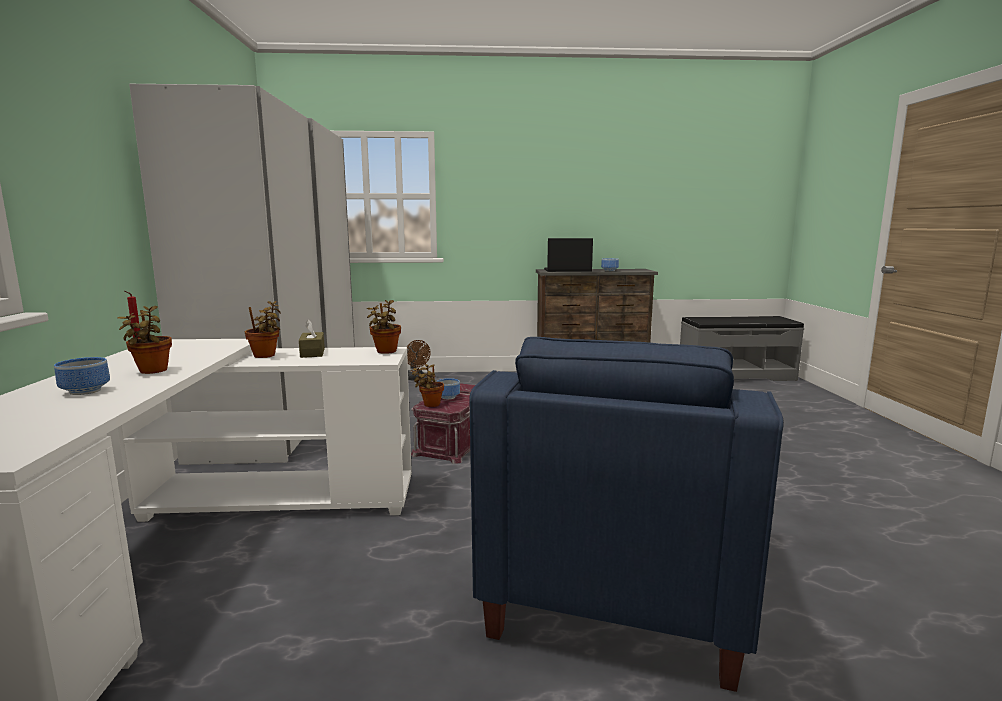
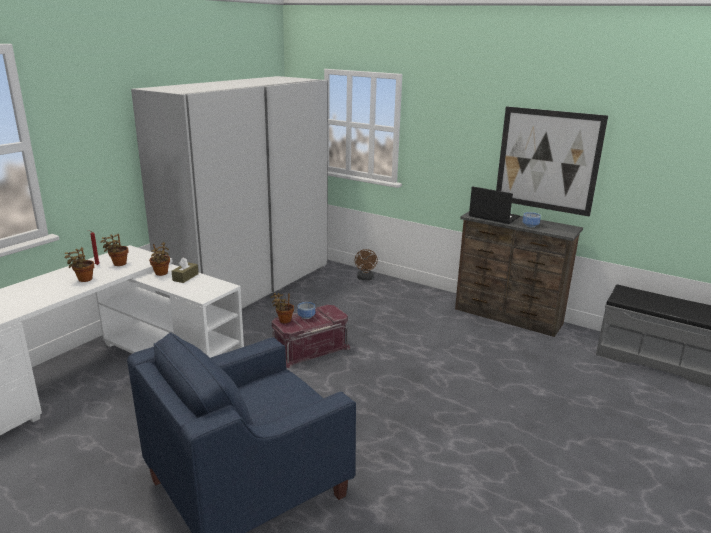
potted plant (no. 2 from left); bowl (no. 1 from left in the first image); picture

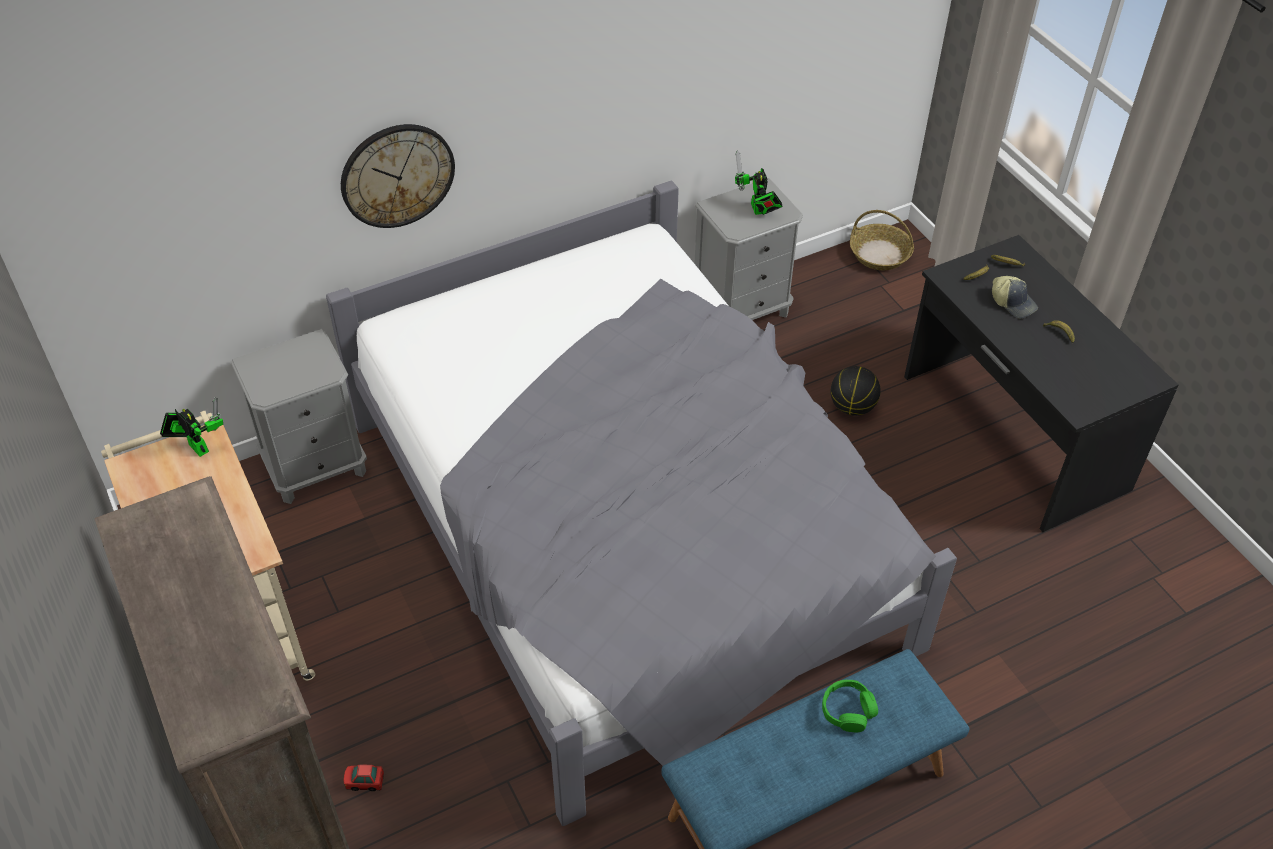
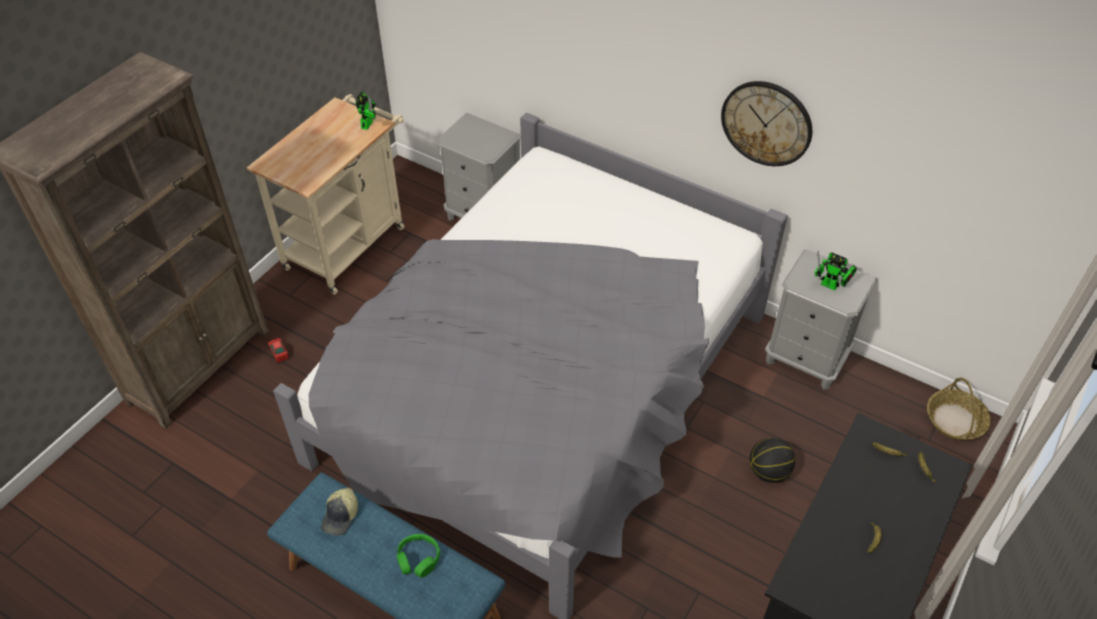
wall clock; toy robot (no. 2 from left); cap

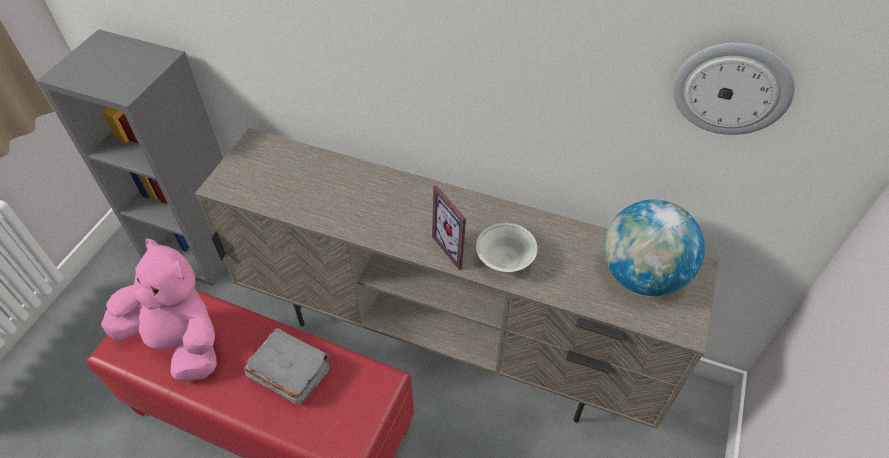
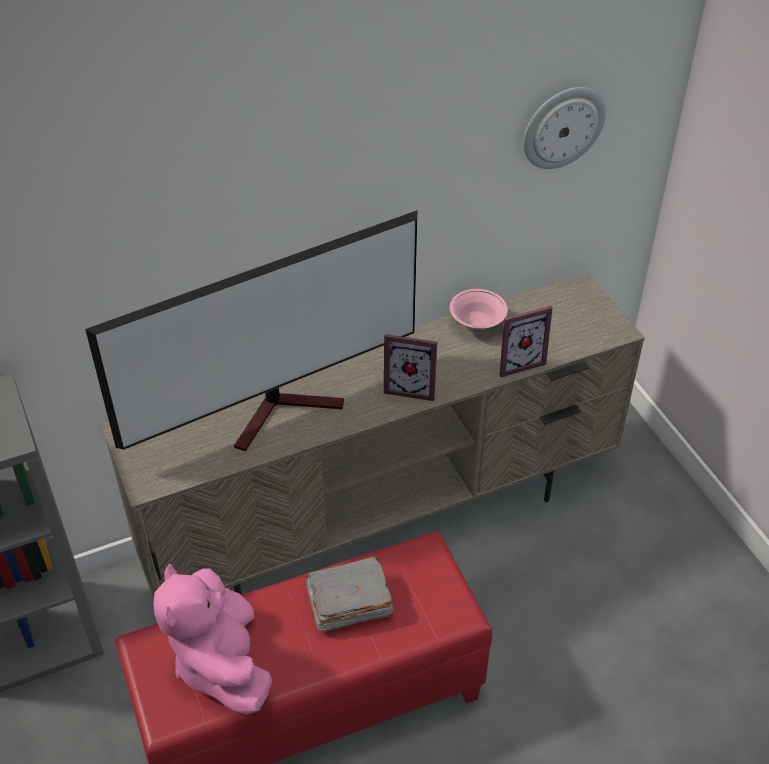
globe; bowl (white); plush toy (pink); television; bowl (pink); picture frame (no. 2 from left)

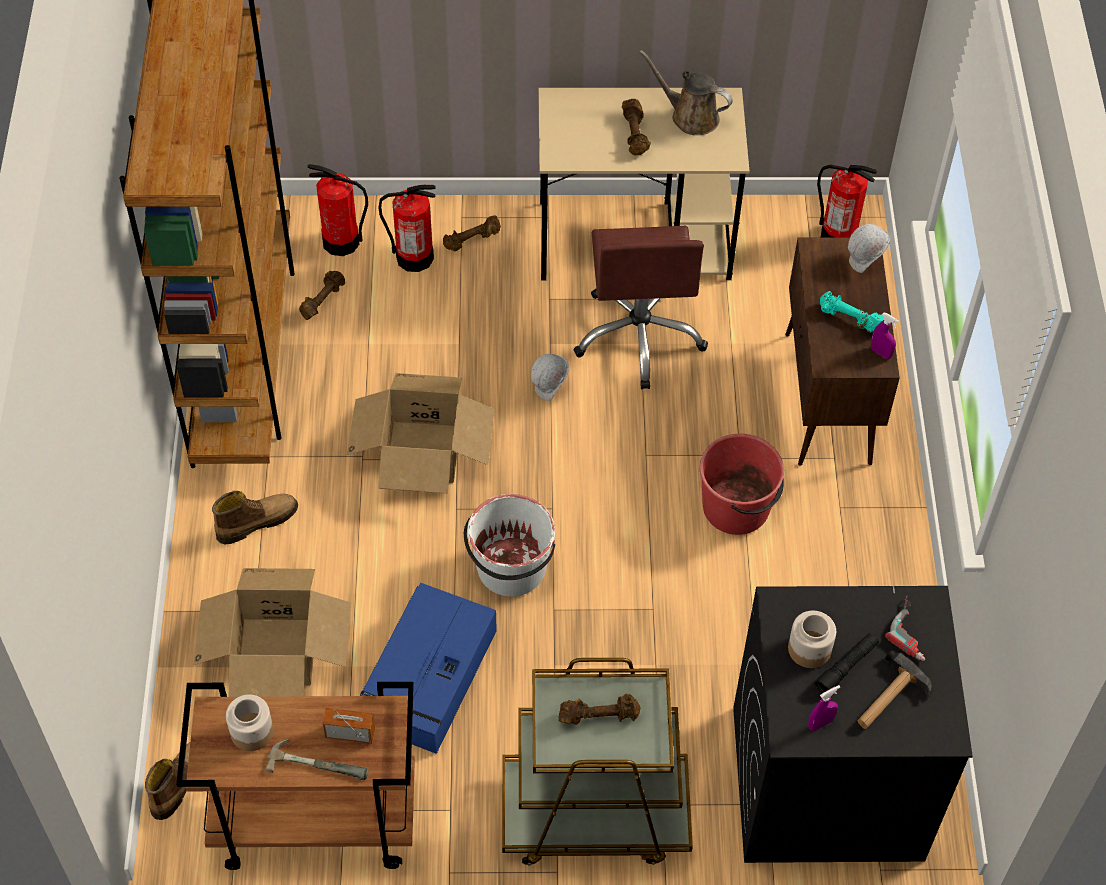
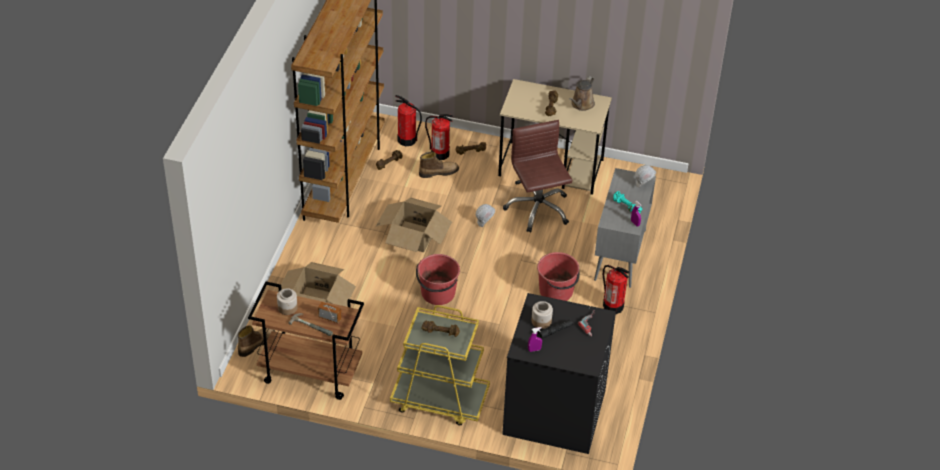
watering can (brown); fire extinguisher (no. 3 from left); office chair (brown); cabinet (grey); boot (no. 2 from left); bucket (red) (no. 1 from left); storage box (blue); hammer (no. 2 from left in the first image); cart (yellow)

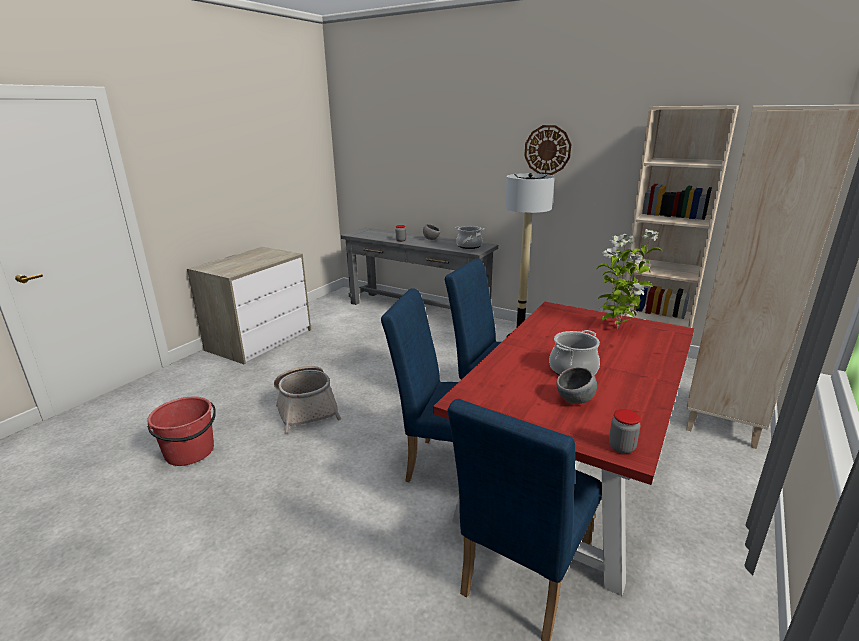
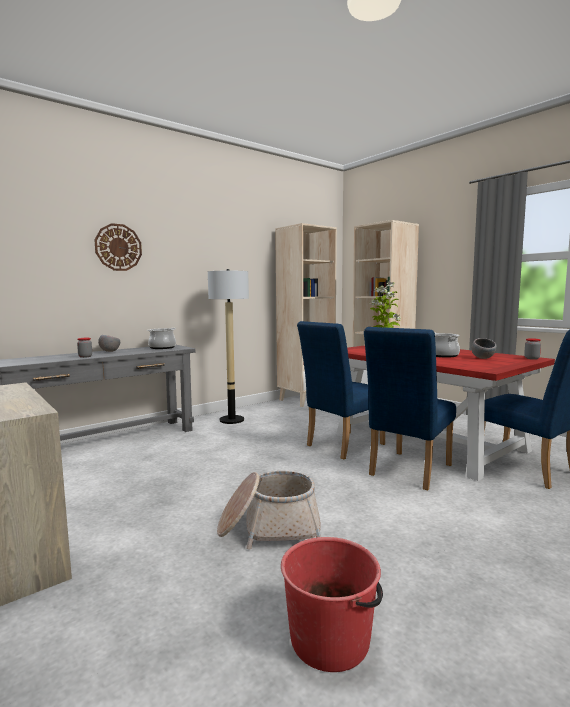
wall clock

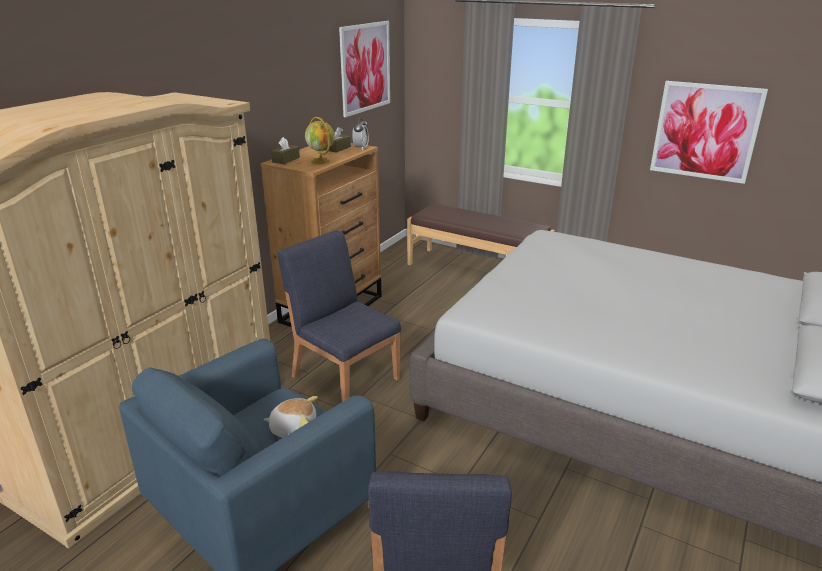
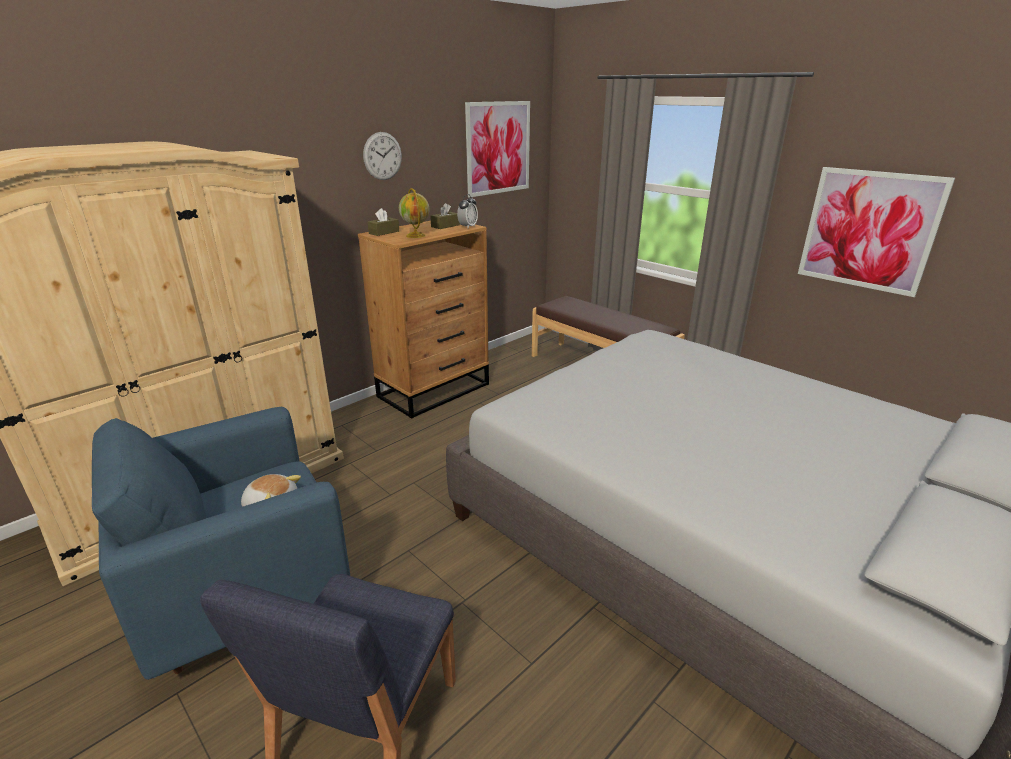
chair (blue) (no. 1 from left in the first image); wall clock

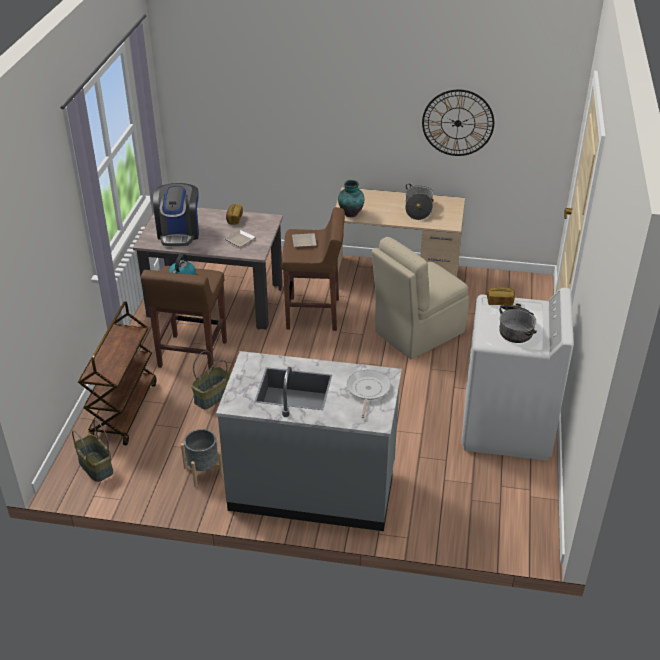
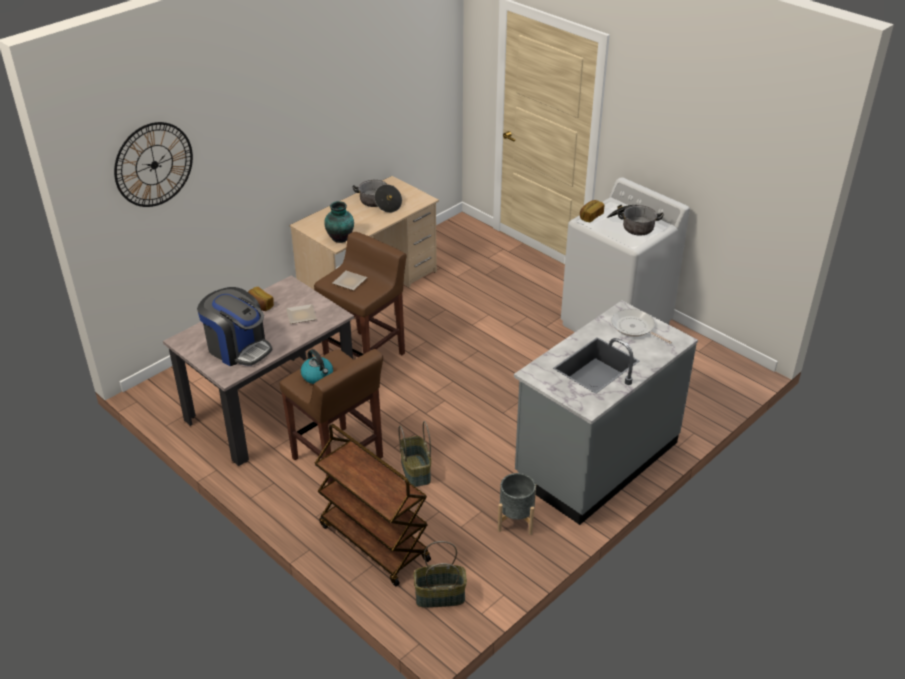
wall clock; chair (beige)

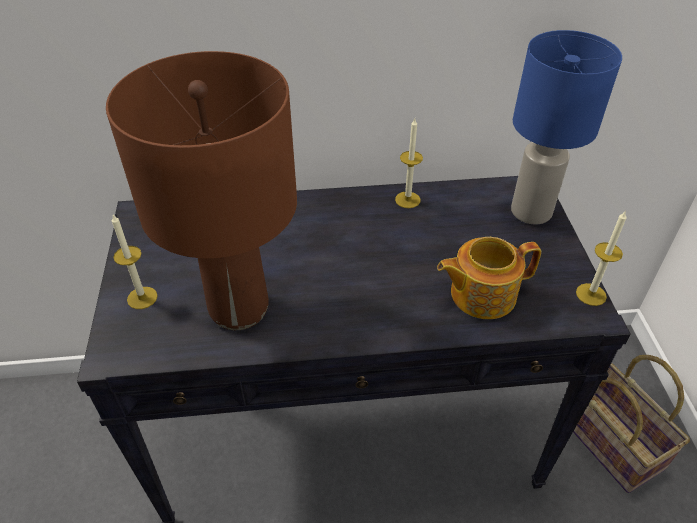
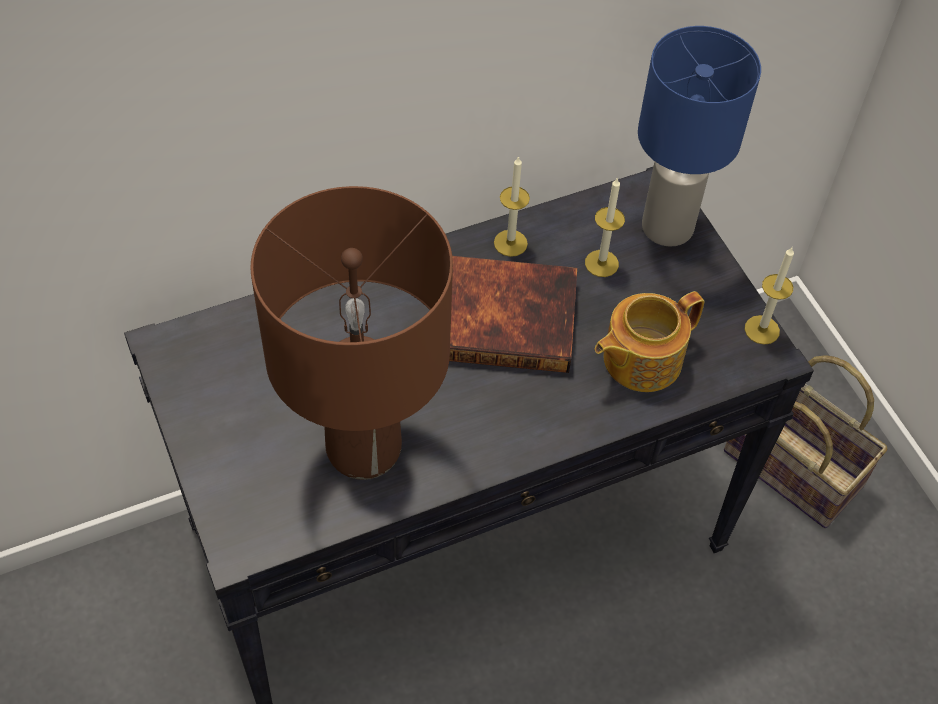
candle (no. 2 from left); book

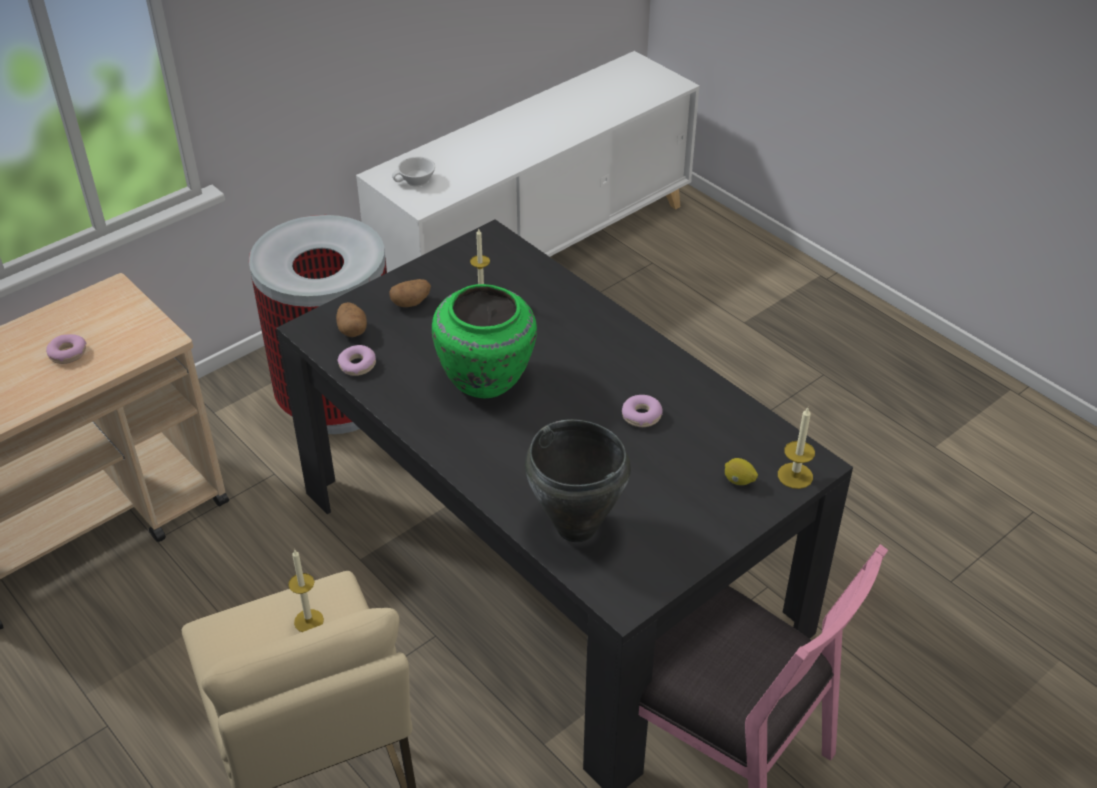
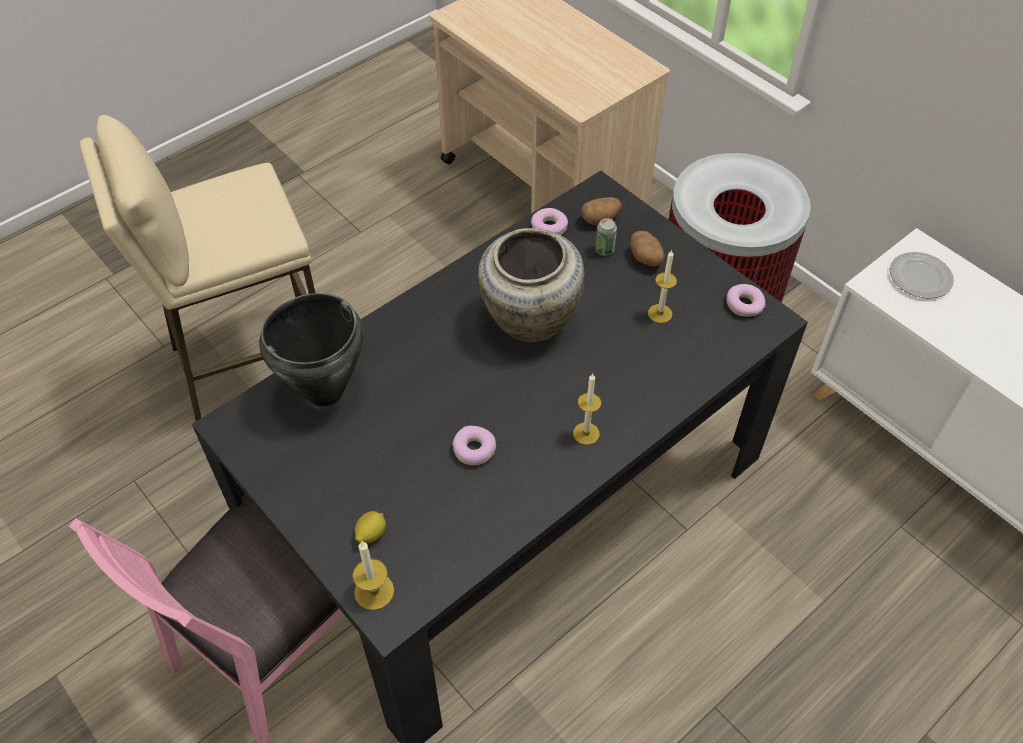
plate; vase (beige); donut (no. 3 from left); candle (no. 2 from left); can

